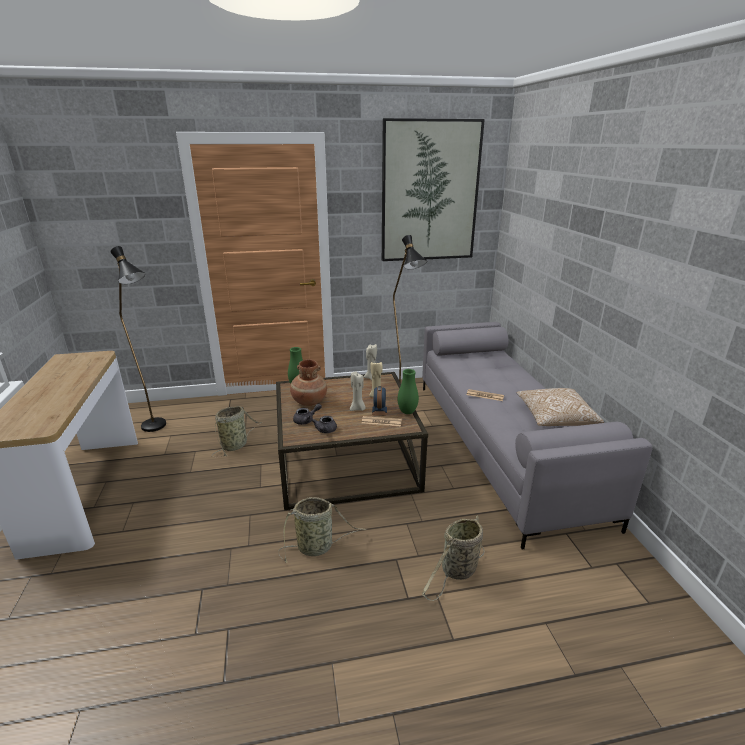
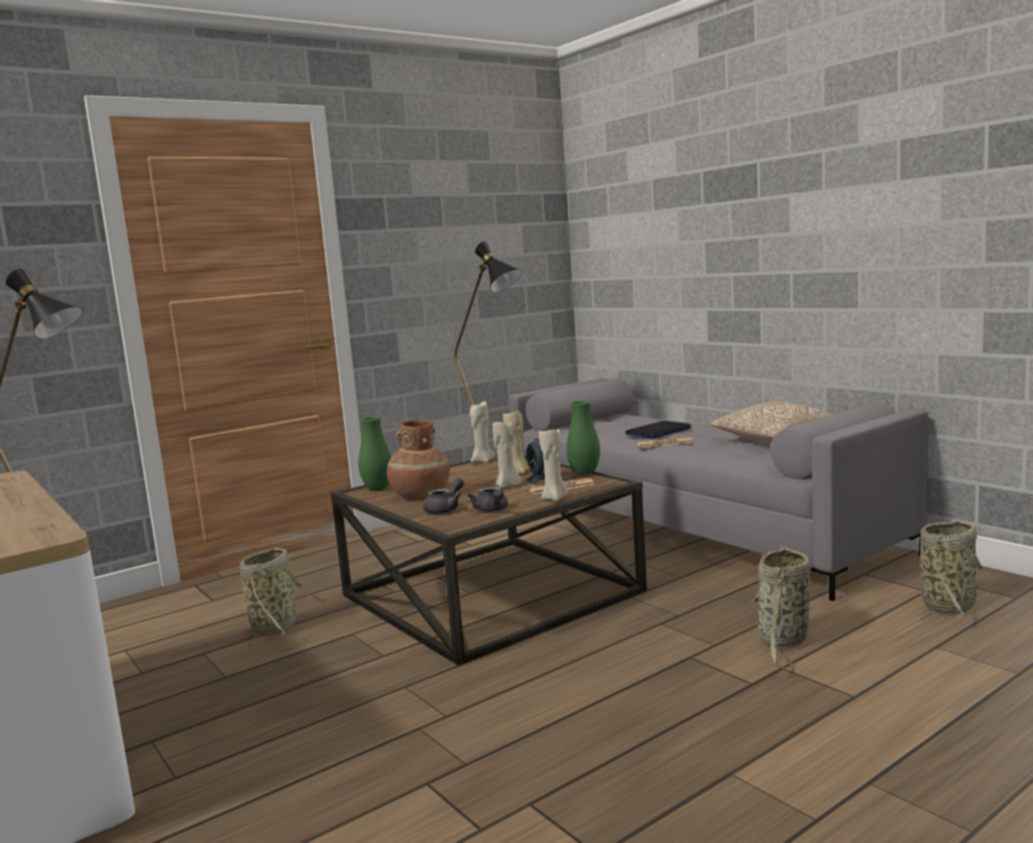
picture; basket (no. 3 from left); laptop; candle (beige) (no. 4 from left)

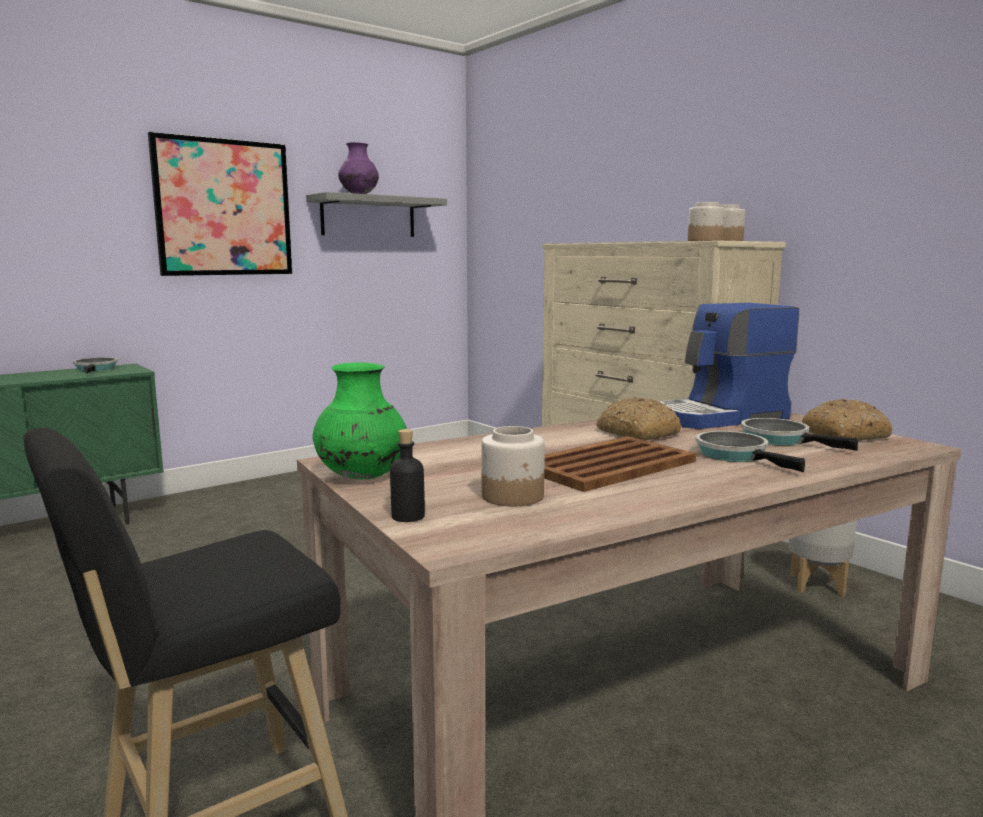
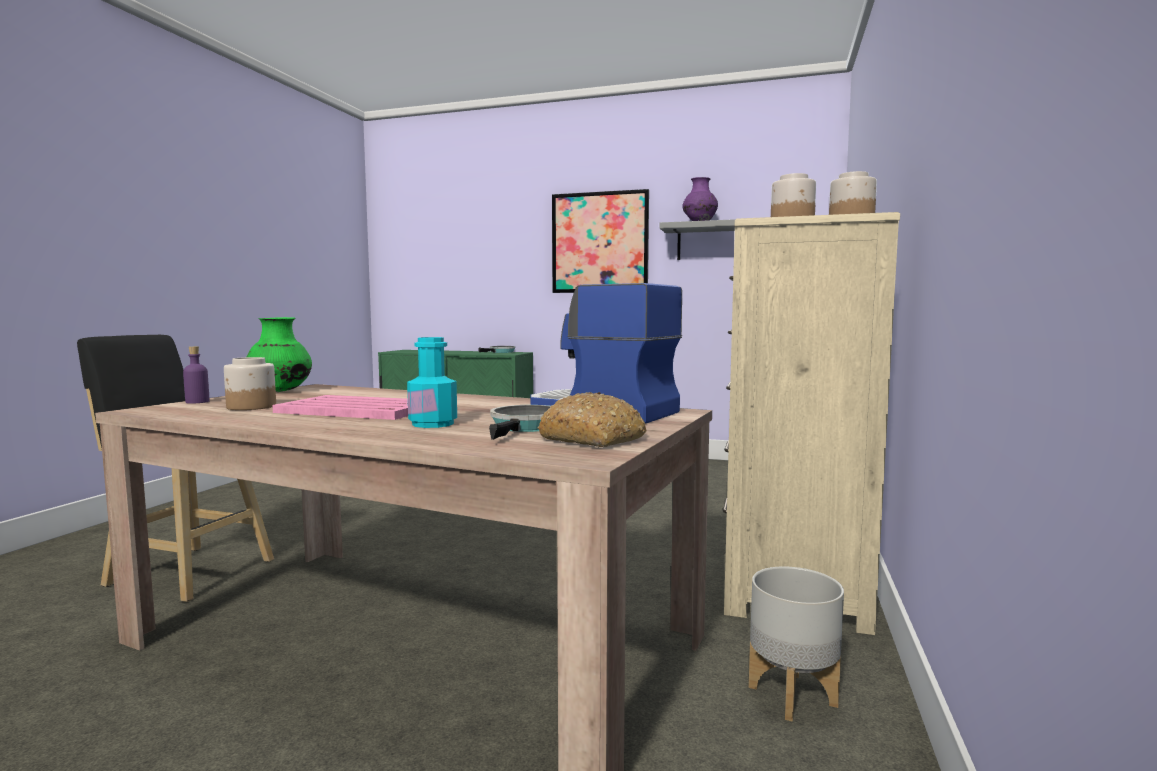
bread (no. 1 from left in the first image); bottle (purple); bottle (turquoise); tray (pink)

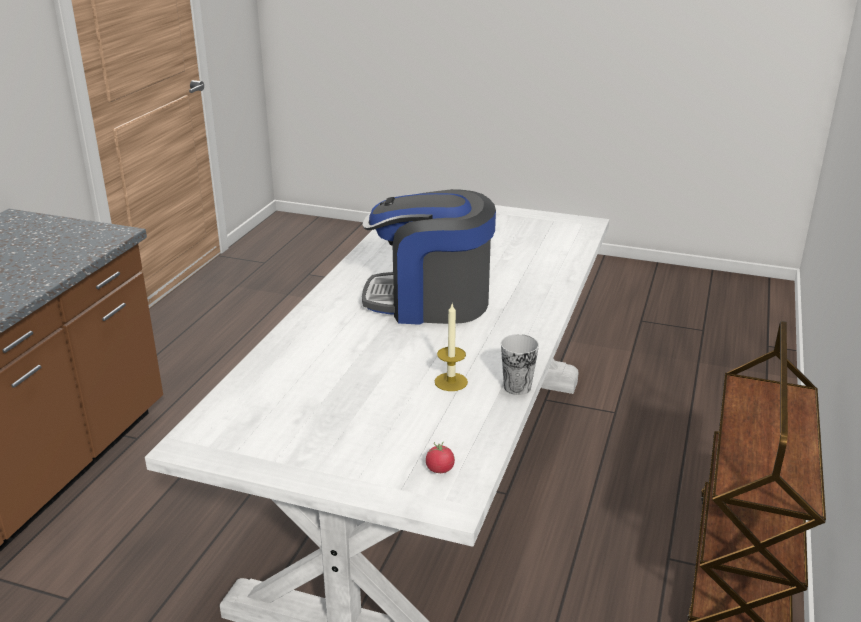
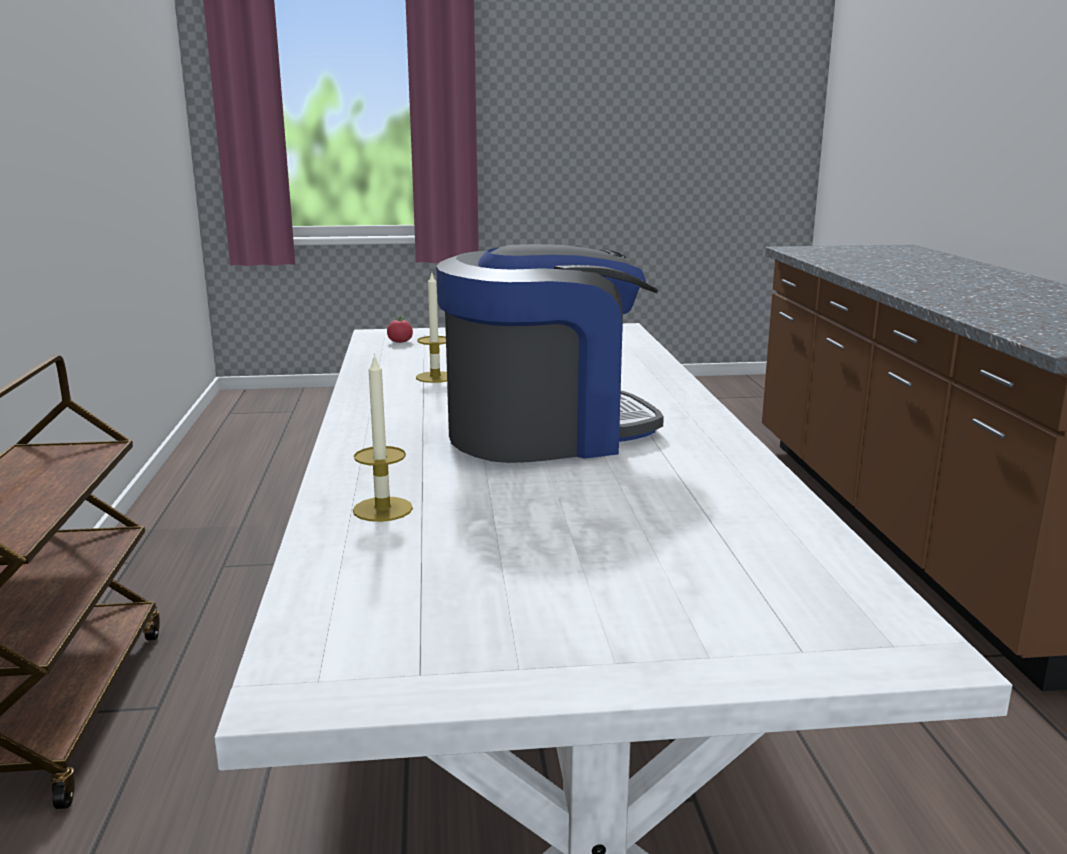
cup; candle (no. 1 from left)

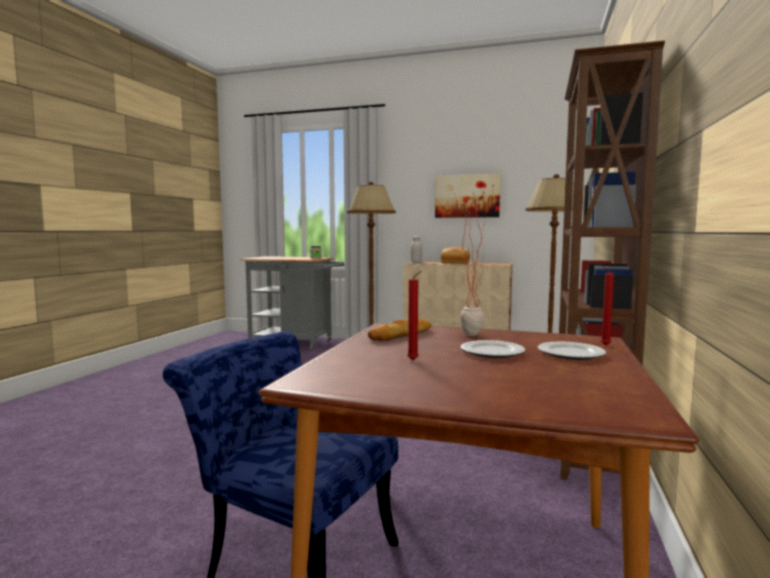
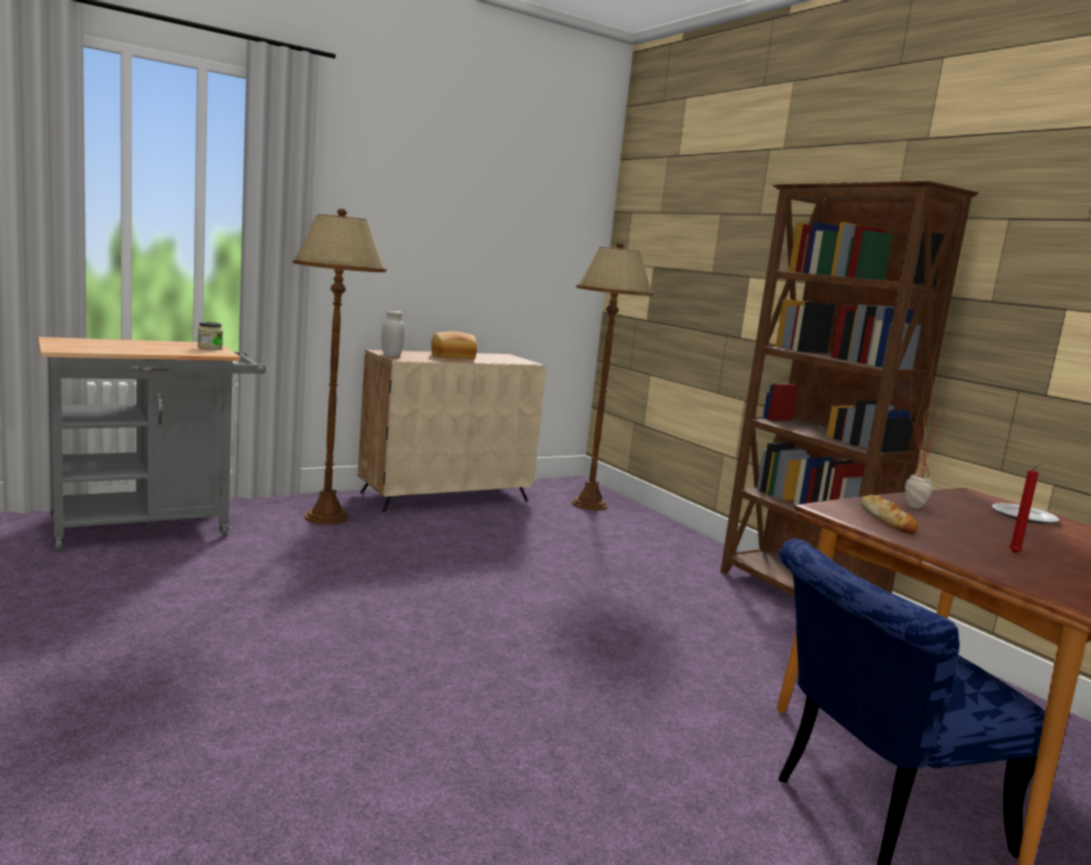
picture; candle (red) (no. 2 from left in the first image); plate (no. 1 from left in the first image)

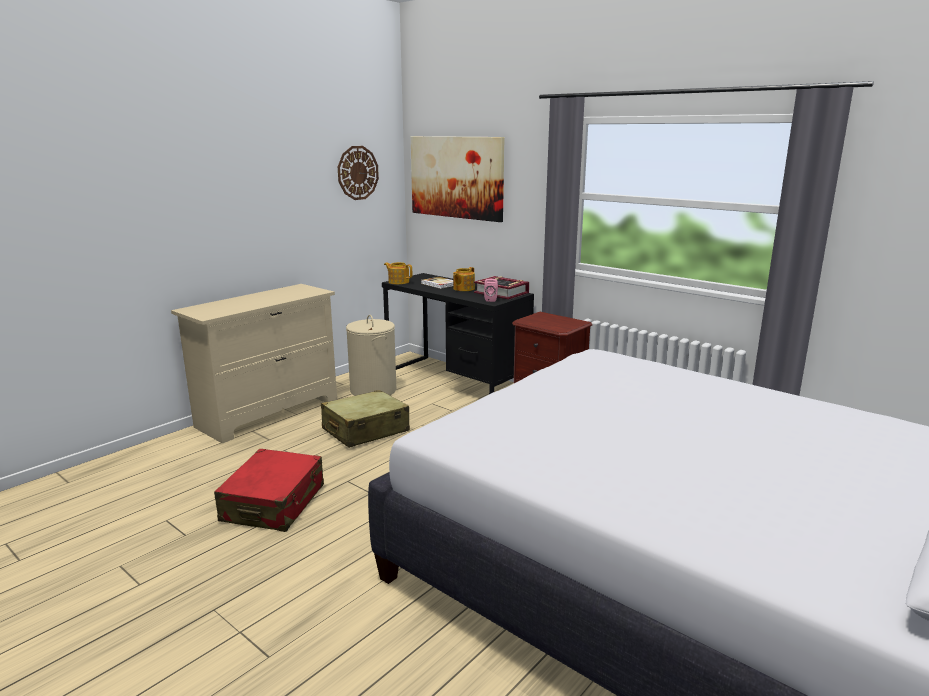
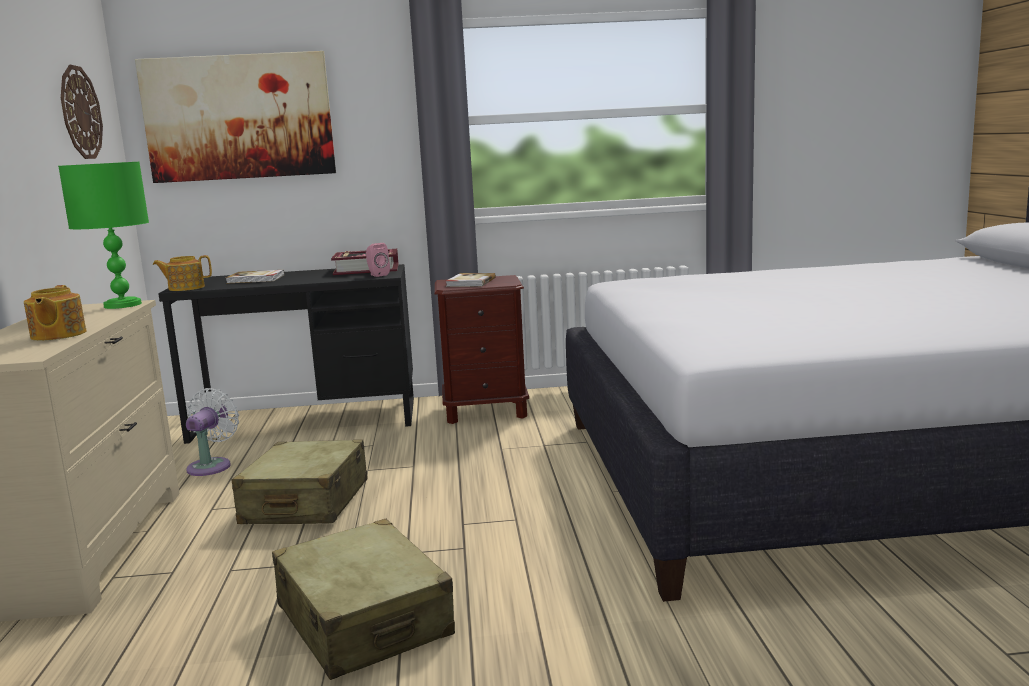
teapot (no. 1 from left); fan (white); suitcase (beige) (no. 2 from left); table lamp (green); book (no. 3 from left)

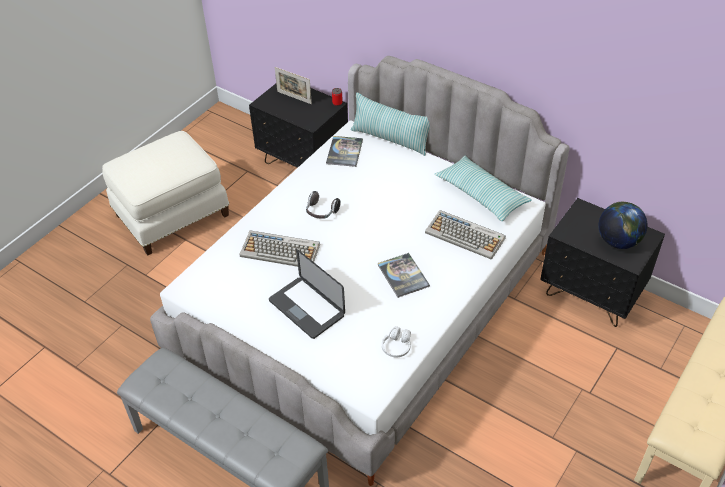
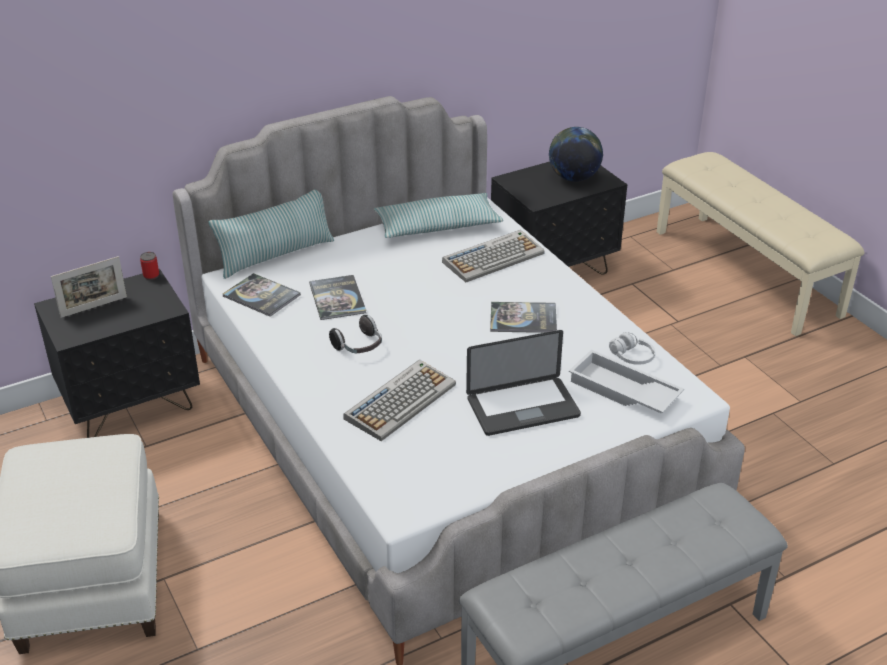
book (no. 2 from left); tray (white)

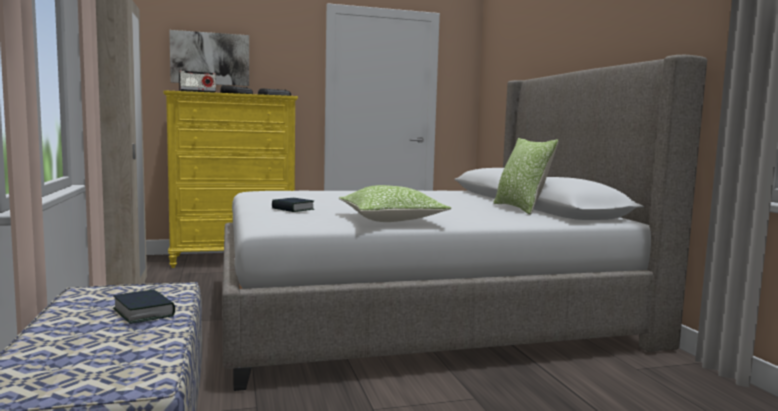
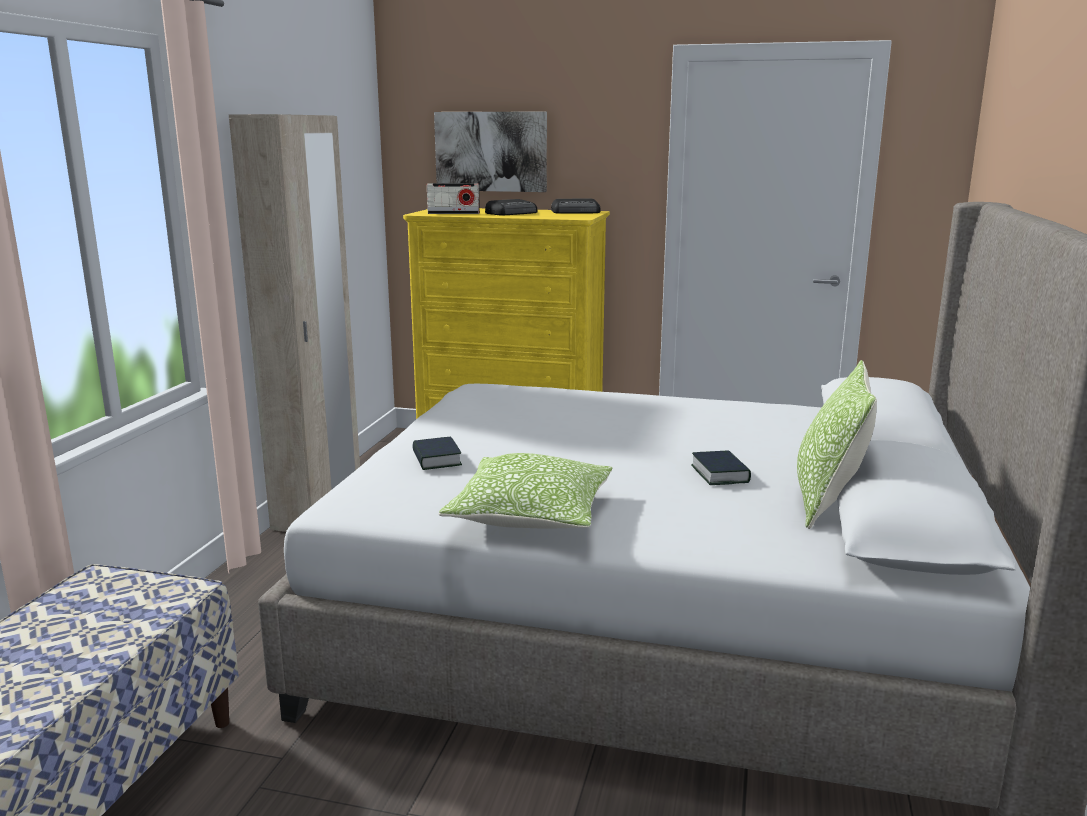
book (no. 2 from left)

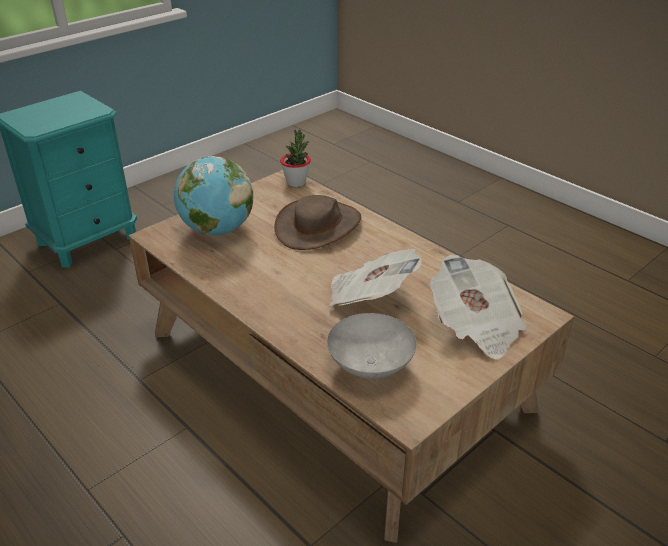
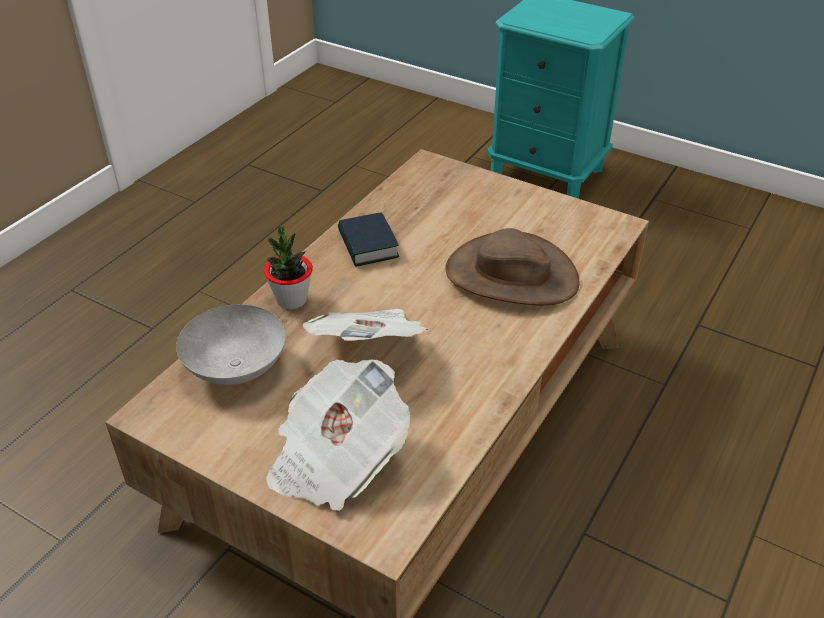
potted plant; globe; book

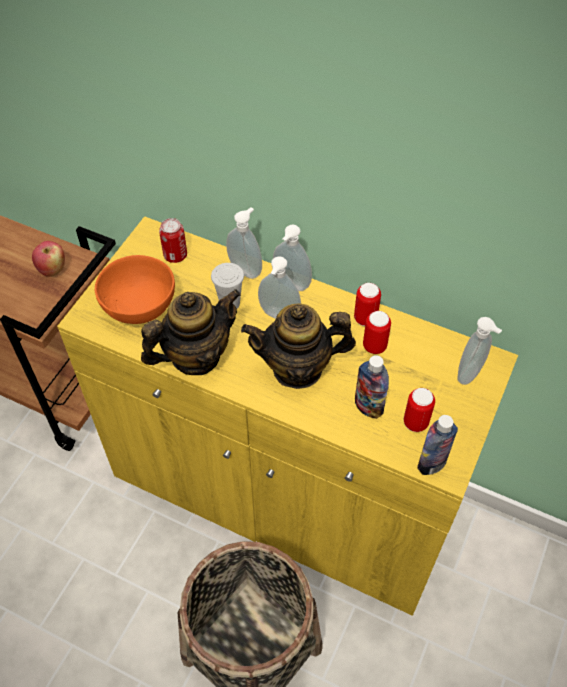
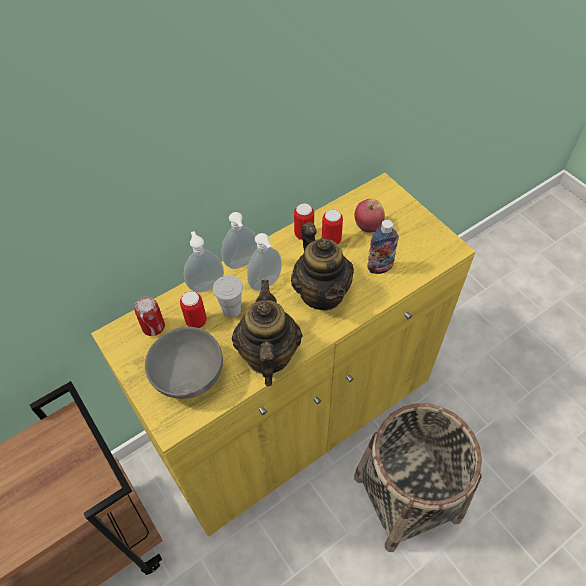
apple; bowl (grey); teapot (no. 2 from left); soap dispenser (no. 4 from left in the first image); can (no. 2 from left); bottle (no. 2 from left in the first image)

